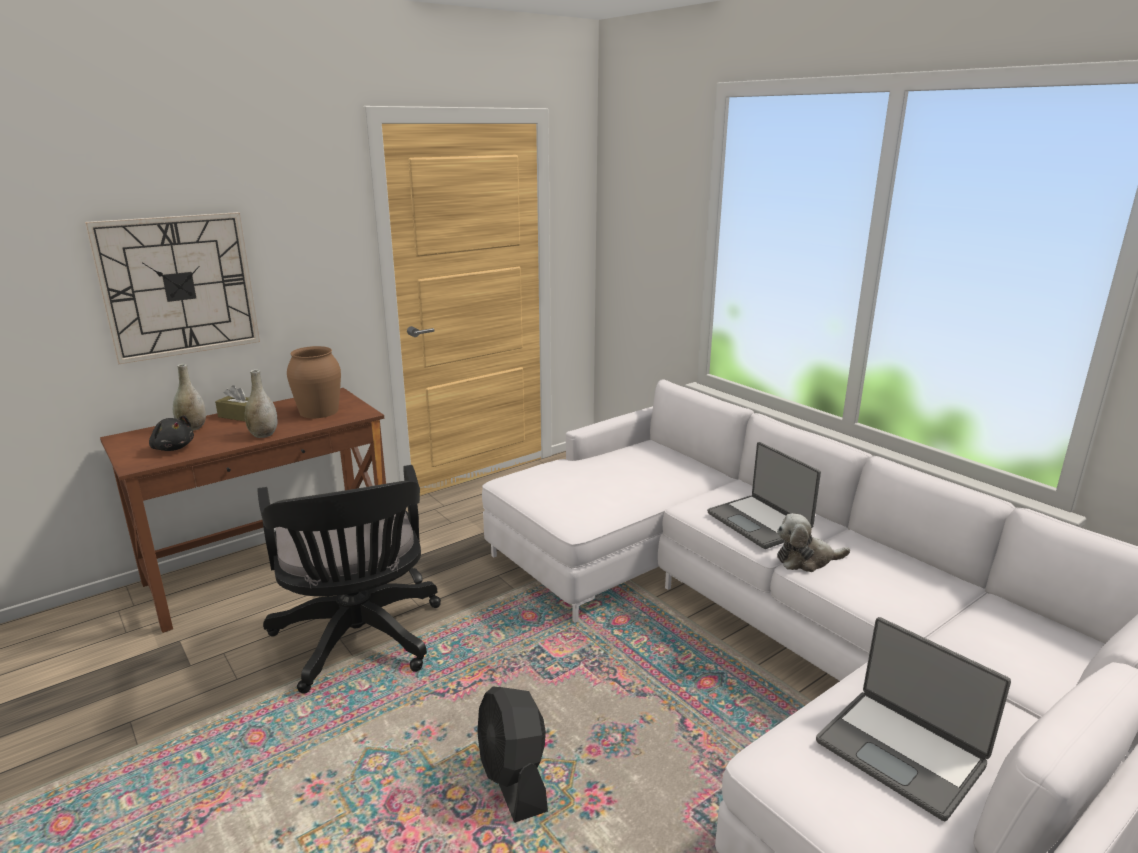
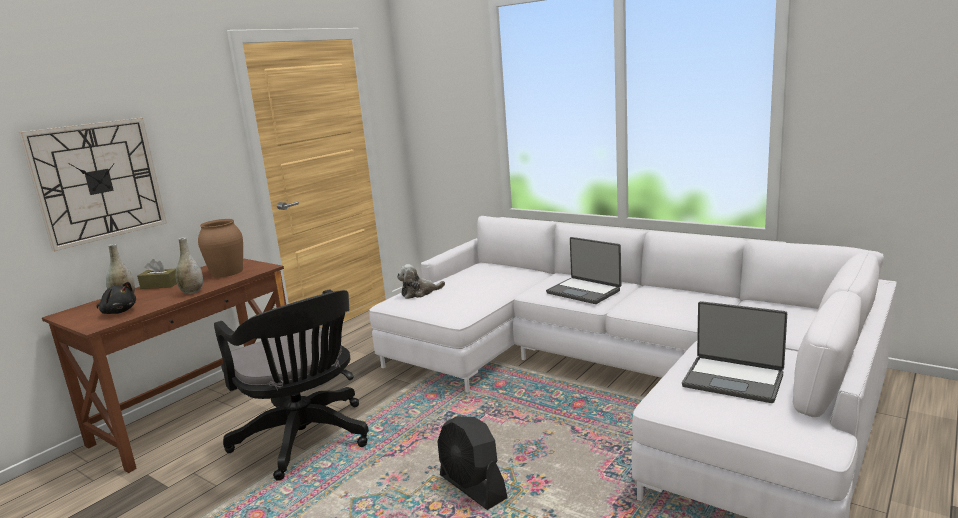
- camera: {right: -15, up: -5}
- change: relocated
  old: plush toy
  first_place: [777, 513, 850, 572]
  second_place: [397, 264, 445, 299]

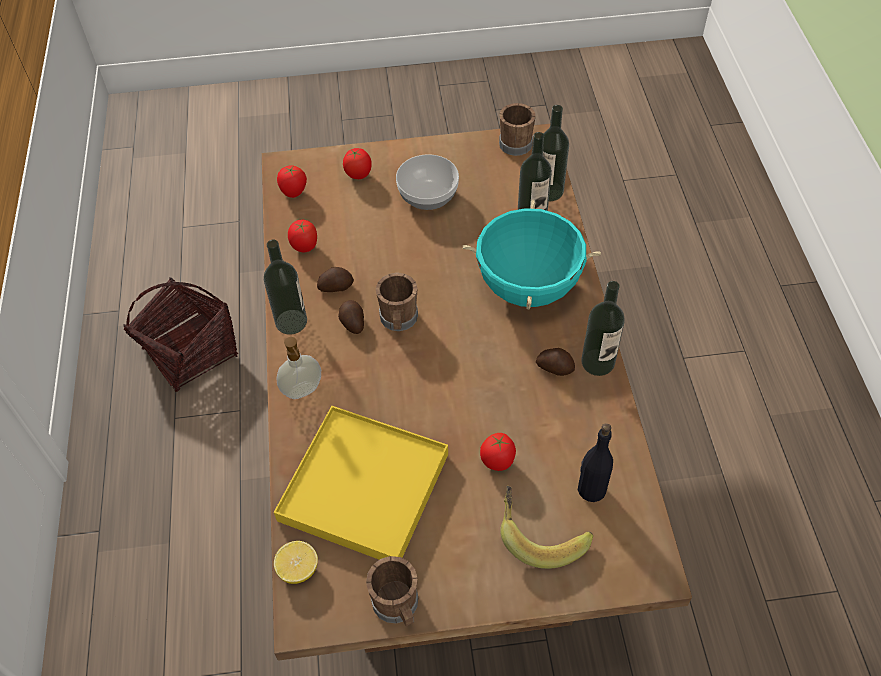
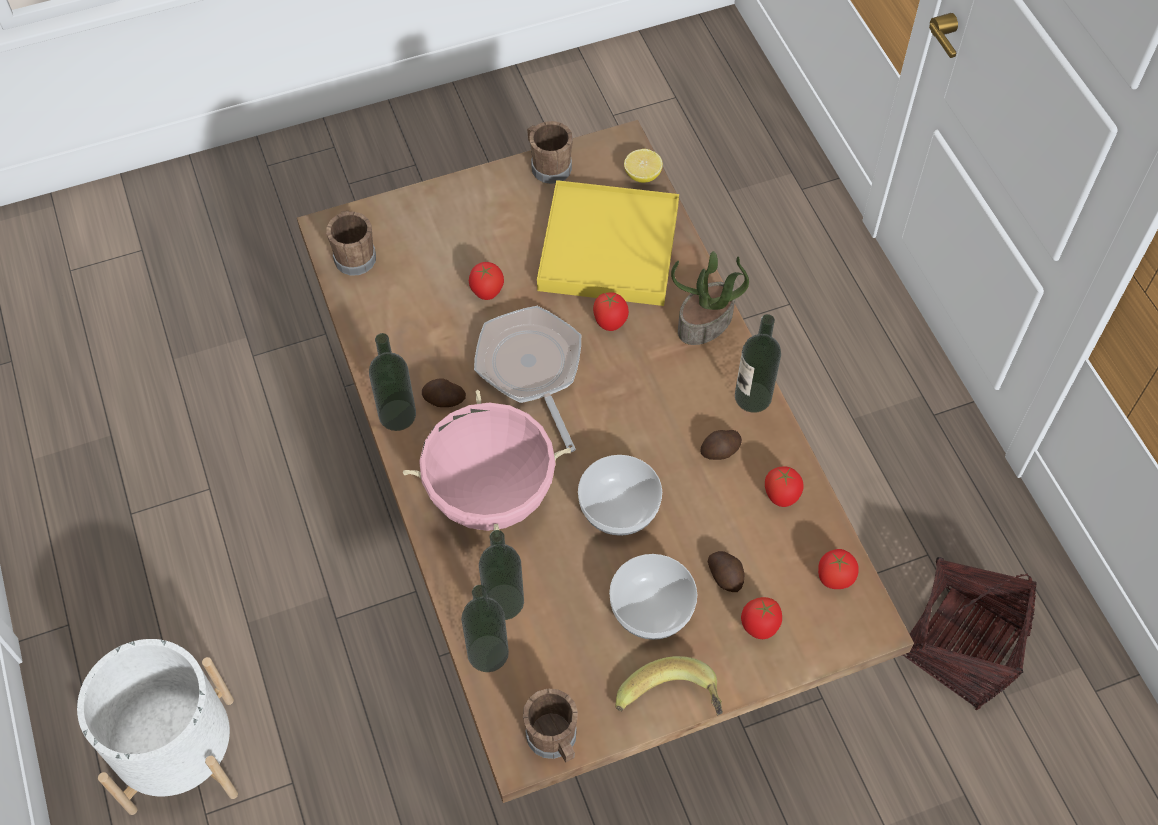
- camera: {right: 165, up: 5}
- change: missing
  old: bottle (black)
  first_place: [578, 423, 613, 502]
- change: appeared
  new: planter (white)
  second_place: [77, 639, 238, 815]
- change: appeared
  new: frying pan
  second_place: [474, 306, 581, 452]
- change: appeared
  new: bowl
  second_place: [578, 455, 662, 536]
- change: appeared
  new: tomato
  second_place: [593, 292, 629, 331]
- change: relocated
  old: potato
  first_place: [338, 300, 364, 334]
  second_place: [708, 551, 745, 592]
- change: relocated
  old: mug (brown)
  first_place: [376, 273, 418, 331]
  second_place: [326, 210, 376, 276]
- change: relocated
  old: banana
  first_place: [500, 486, 593, 569]
  second_place: [616, 656, 723, 716]
- change: exchanged
  old: soap dispenser
  new: potted plant
  first_place: [276, 337, 321, 399]
  second_place: [671, 251, 749, 345]
- change: colour
  old: cooking pot (turquoise)
  new: cooking pot (pink)
  first_place: [463, 200, 601, 310]
  second_place: [403, 390, 571, 531]

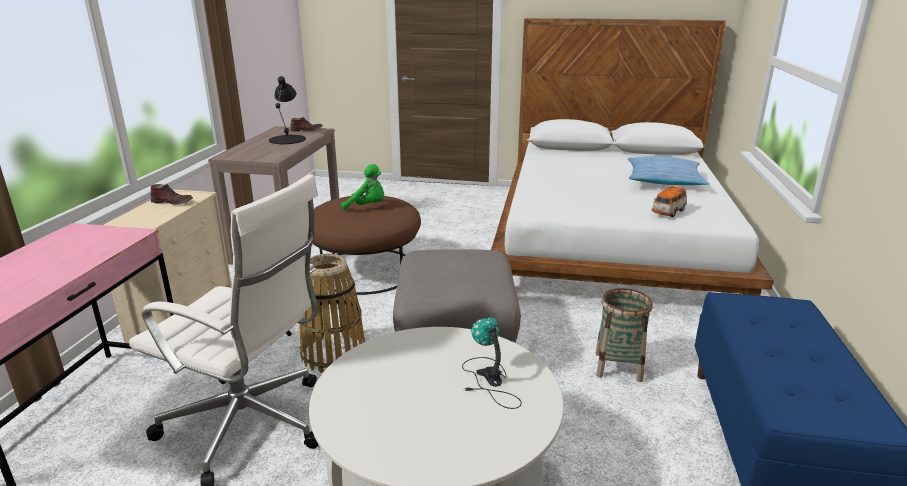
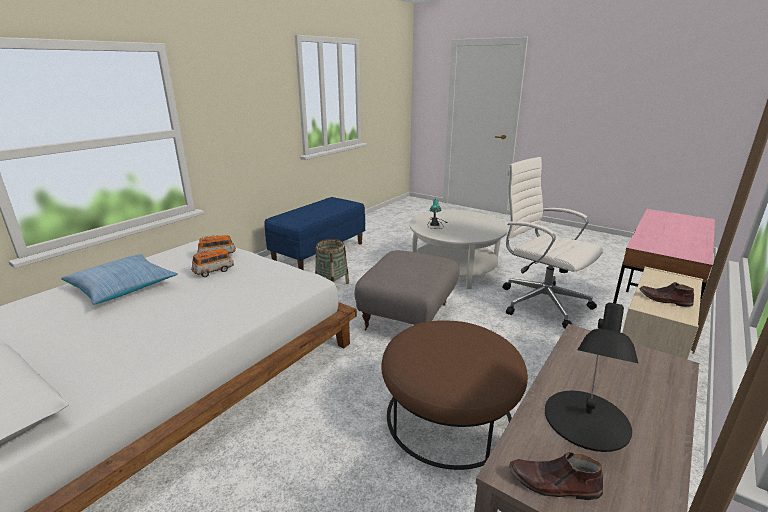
- camera: {right: -155, up: 0}
- change: missing
  old: basket
  first_place: [299, 254, 366, 373]
- change: missing
  old: plush toy (green)
  first_place: [341, 164, 384, 210]
- change: appeared
  new: toy car
  second_place: [191, 249, 234, 277]

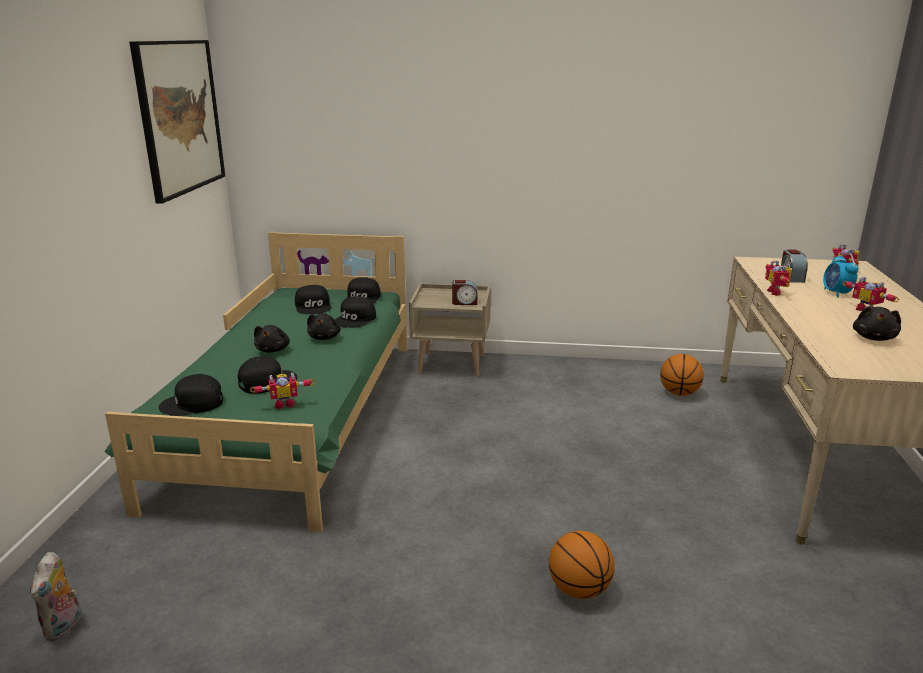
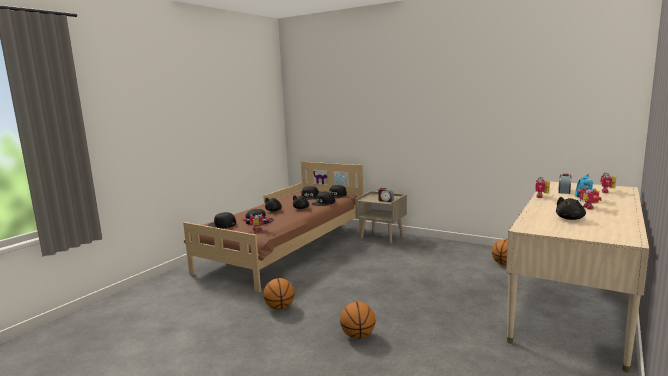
- camera: {right: 25, up: -10}
- change: missing
  old: plush toy
  first_place: [30, 552, 81, 641]
- change: missing
  old: picture
  first_place: [129, 40, 225, 204]
- change: appeared
  new: basketball
  second_place: [264, 278, 295, 310]
- change: colour
  old: bed (green)
  new: bed (brown)
  first_place: [104, 232, 407, 532]
  second_place: [183, 161, 363, 292]

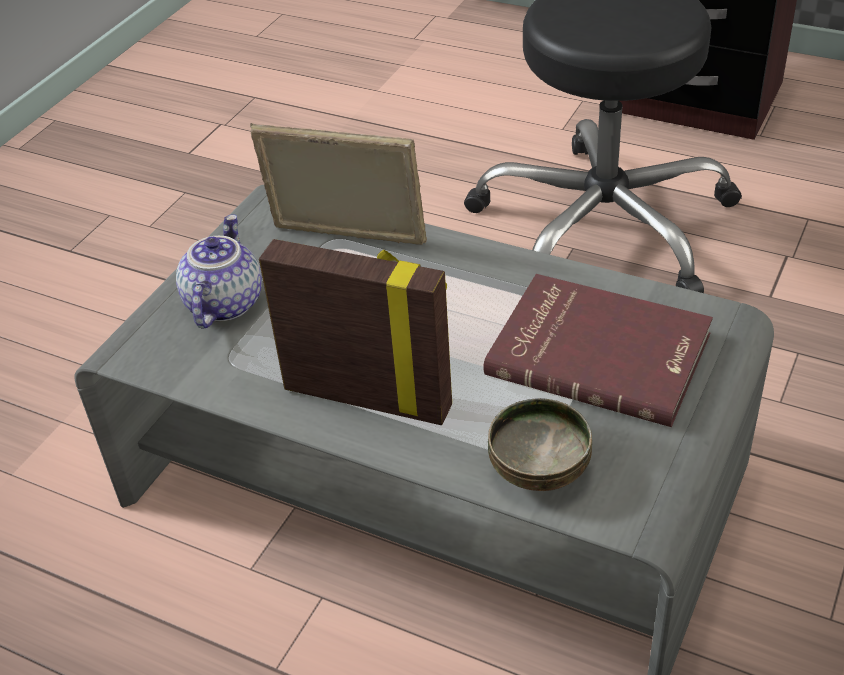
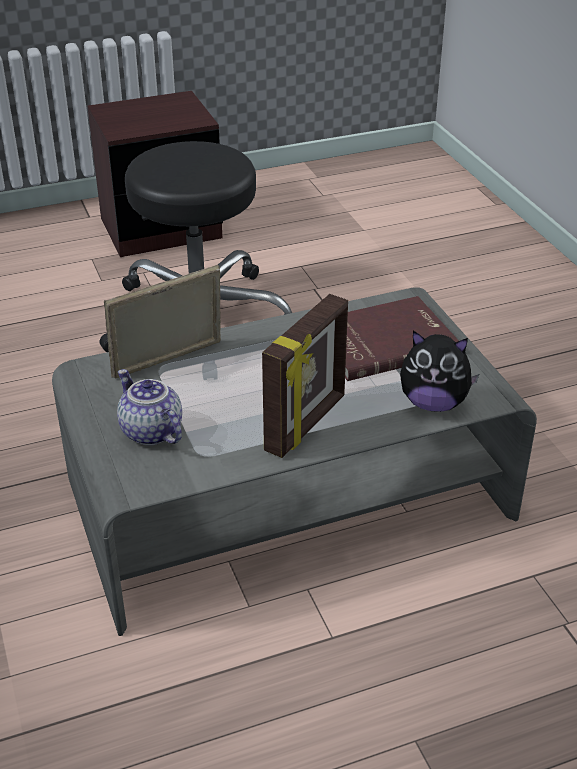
- camera: {right: -50, up: -5}
- change: exchanged
  old: bowl
  new: plush toy
  first_place: [488, 398, 592, 491]
  second_place: [400, 331, 480, 412]
- change: spun
  old: picture frame
  first_place: [259, 239, 452, 425]
  second_place: [262, 294, 348, 458]
  degrees: 150

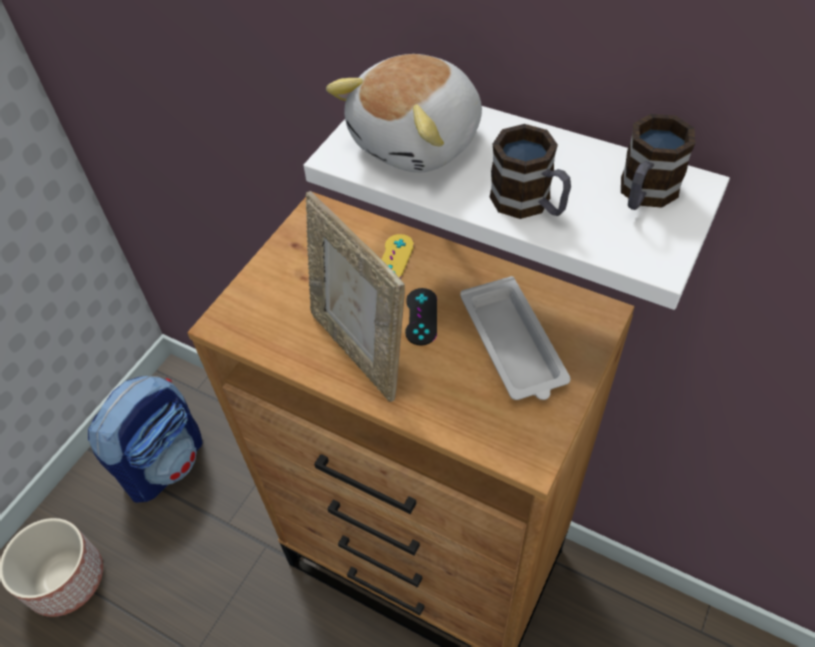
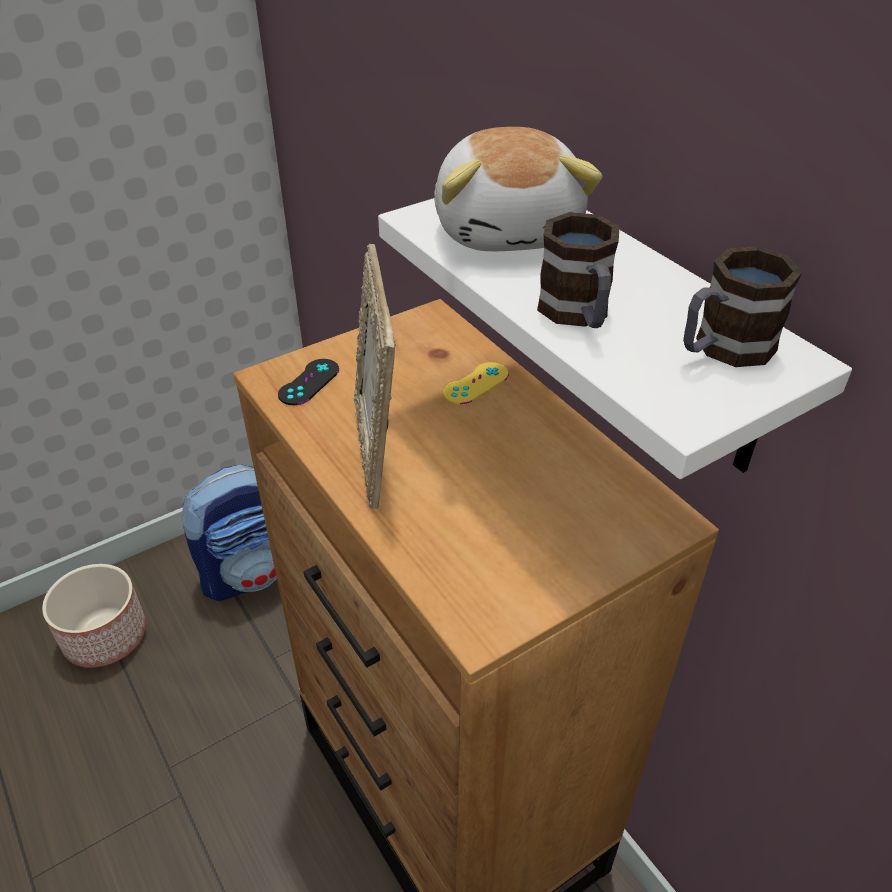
- camera: {right: 25, up: -10}
- change: missing
  old: tray (white)
  first_place: [460, 276, 571, 400]
- change: relocated
  old: game controller (black)
  first_place: [405, 288, 437, 346]
  second_place: [278, 359, 339, 405]
- change: spun
  old: plush toy
  first_place: [326, 54, 482, 172]
  second_place: [434, 127, 603, 251]
  degrees: -75

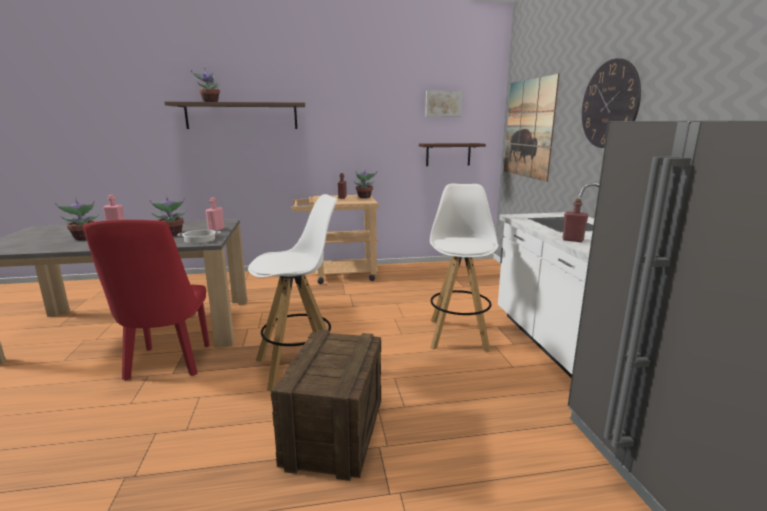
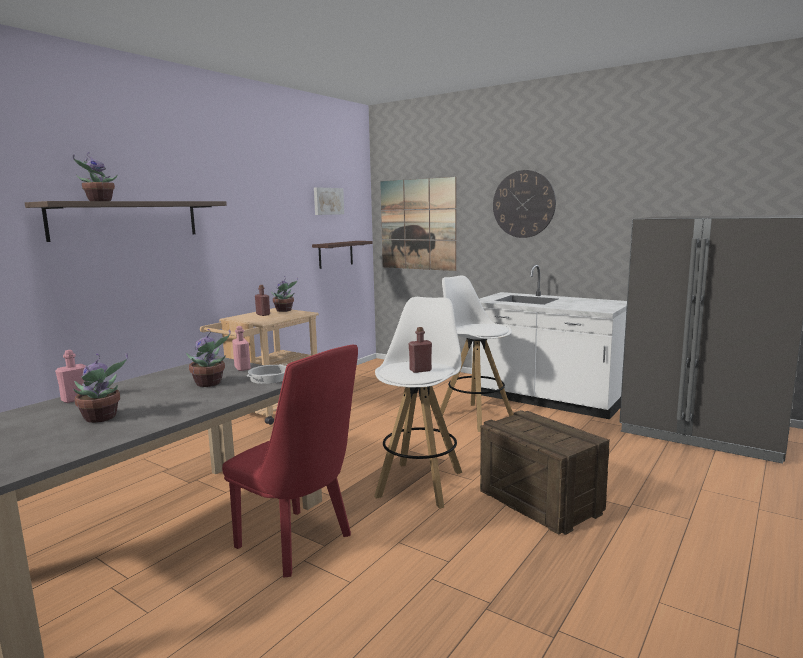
- camera: {right: -45, up: -5}
- change: relocated
  old: bottle (red)
  first_place: [562, 199, 589, 242]
  second_place: [409, 327, 432, 373]

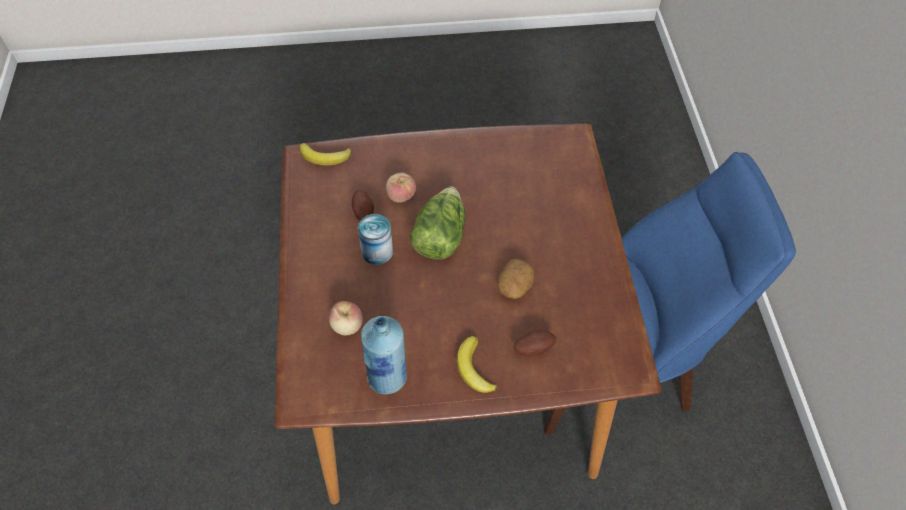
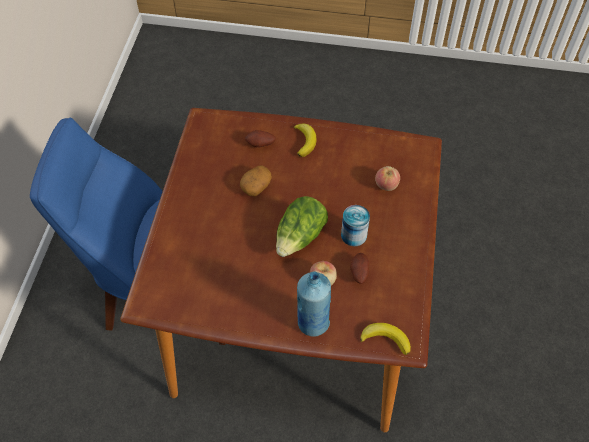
- camera: {right: -165, up: 0}
- change: relocated
  old: bottle (blue)
  first_place: [361, 316, 407, 394]
  second_place: [297, 271, 331, 337]

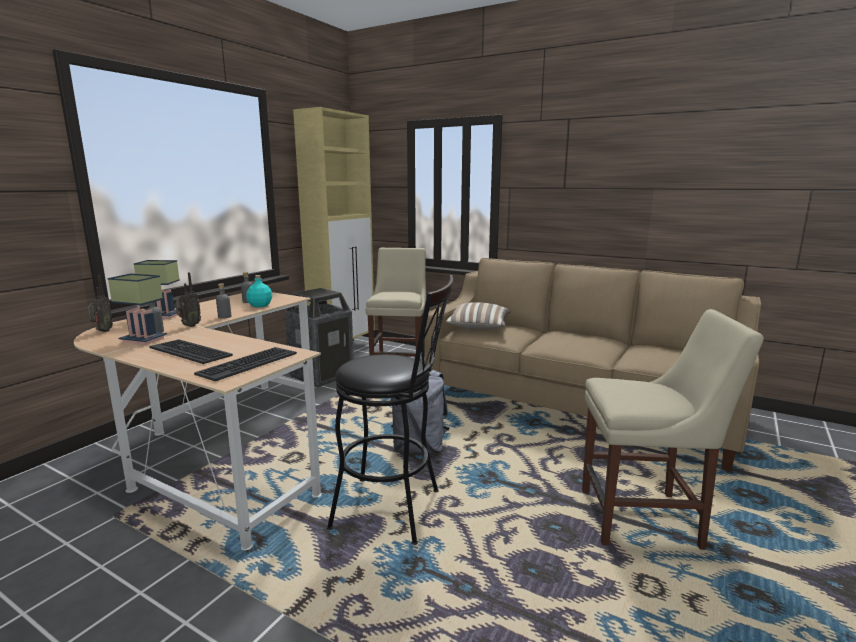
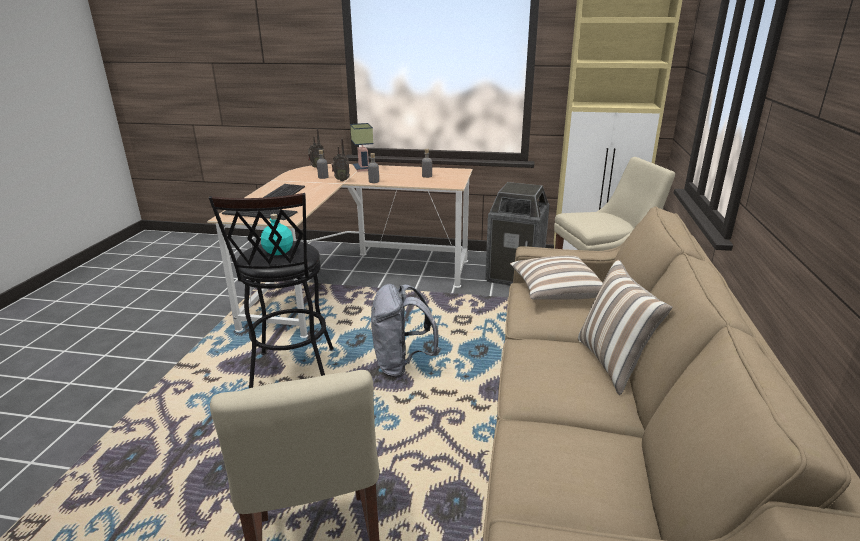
- camera: {right: 70, up: 10}
- change: missing
  old: table lamp
  first_place: [108, 274, 167, 345]
- change: appeared
  new: pillow
  second_place: [578, 260, 672, 395]
- change: relocated
  old: bottle (turquoise)
  first_place: [246, 275, 272, 307]
  second_place: [261, 214, 293, 255]

